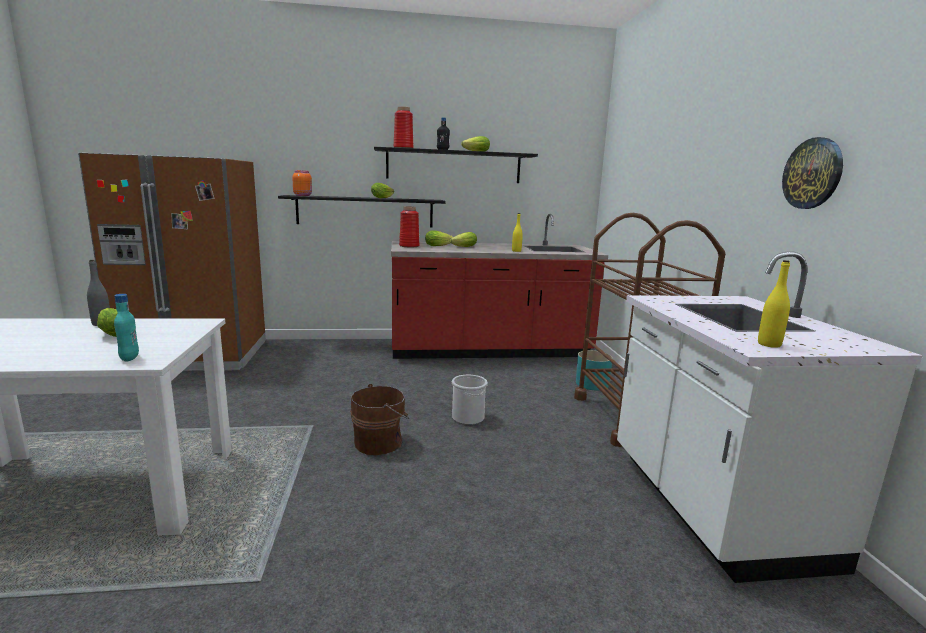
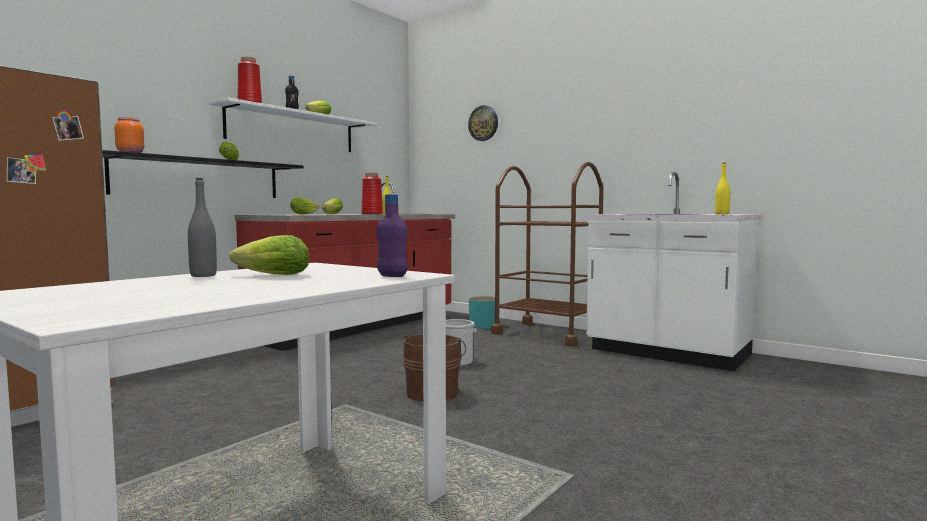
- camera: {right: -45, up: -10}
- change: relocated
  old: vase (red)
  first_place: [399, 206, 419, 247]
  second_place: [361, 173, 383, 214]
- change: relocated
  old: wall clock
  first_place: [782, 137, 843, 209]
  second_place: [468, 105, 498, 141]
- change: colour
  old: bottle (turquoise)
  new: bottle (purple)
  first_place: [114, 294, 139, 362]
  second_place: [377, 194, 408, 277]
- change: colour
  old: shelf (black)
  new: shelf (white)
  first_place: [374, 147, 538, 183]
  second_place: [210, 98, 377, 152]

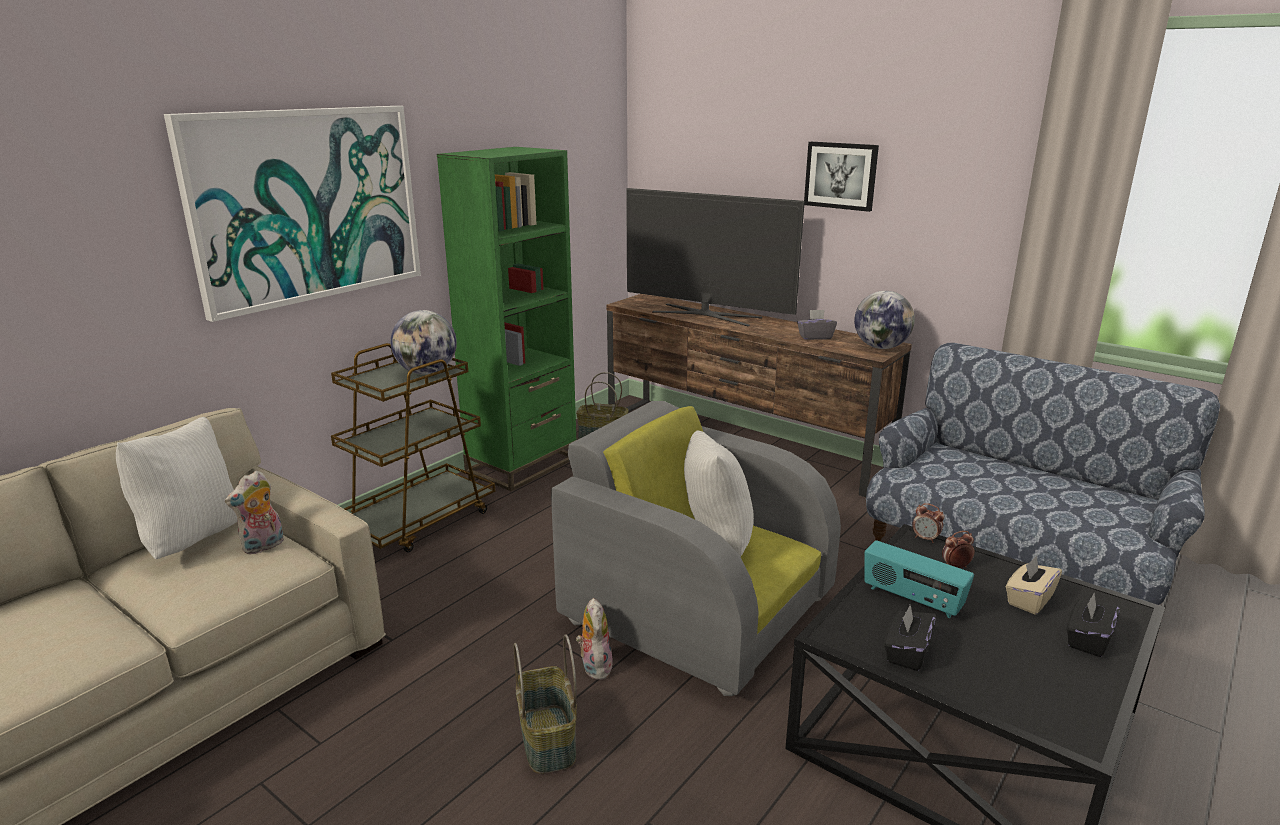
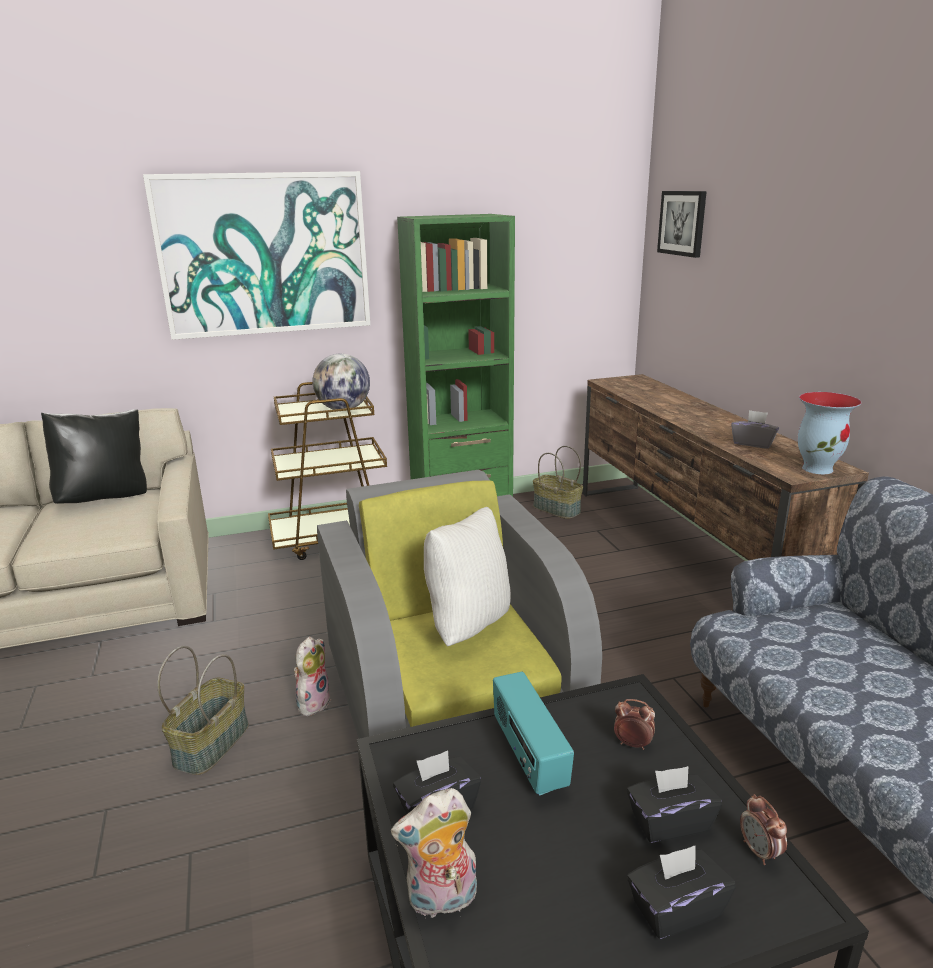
- camera: {right: 35, up: 0}
- change: missing
  old: television
  first_place: [626, 188, 805, 326]
- change: relocated
  old: plush toy
  first_place: [225, 470, 284, 554]
  second_place: [391, 788, 477, 918]
- change: relocated
  old: picture
  first_place: [804, 142, 879, 212]
  second_place: [657, 191, 707, 258]
- change: relocated
  old: alarm clock
  first_place: [912, 503, 944, 543]
  second_place: [740, 794, 787, 865]
- change: exchanged
  old: globe
  new: vase
  first_place: [854, 291, 915, 349]
  second_place: [798, 392, 862, 474]
- change: colour
  old: pillow (white)
  new: pillow (black)
  first_place: [116, 417, 238, 559]
  second_place: [41, 409, 147, 504]
- change: colour
  old: tissue box (beige)
  new: tissue box (black)
  first_place: [1006, 556, 1062, 615]
  second_place: [627, 766, 722, 843]

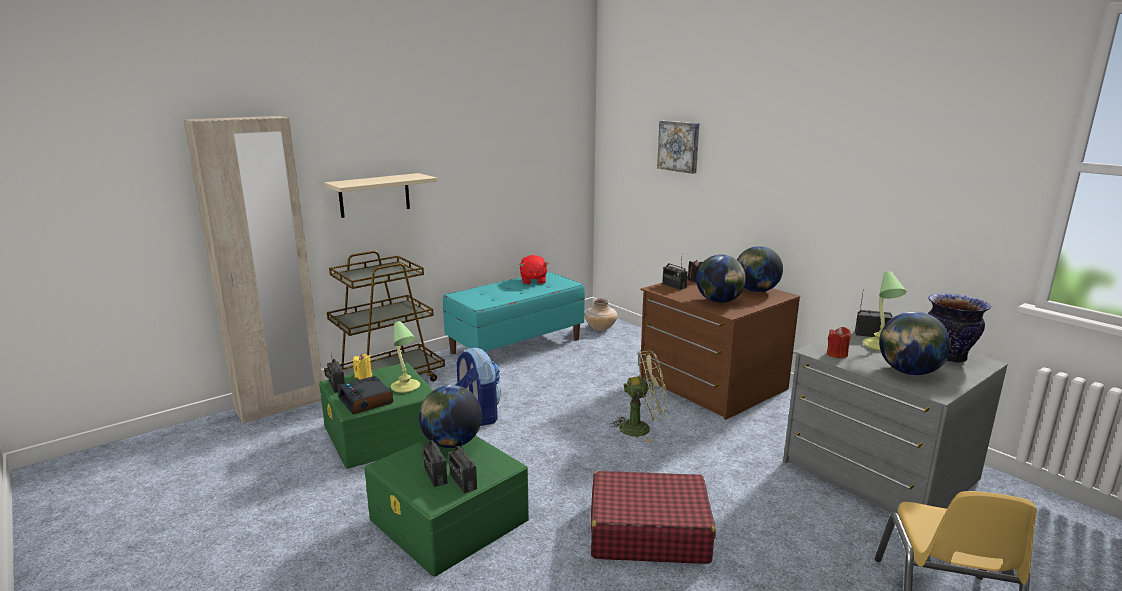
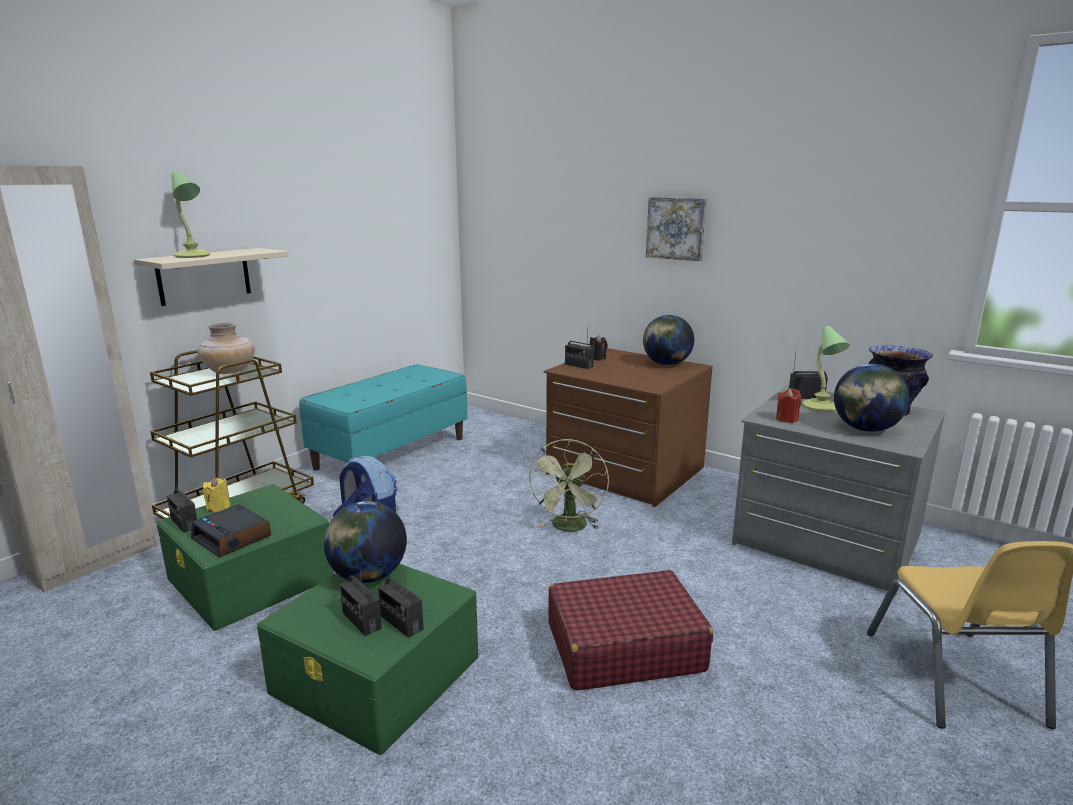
- camera: {right: -15, up: 0}
- change: missing
  old: plush toy (red)
  first_place: [519, 255, 549, 284]
- change: missing
  old: globe
  first_place: [696, 255, 746, 303]
- change: relocated
  old: table lamp
  first_place: [391, 321, 420, 393]
  second_place: [171, 171, 211, 258]
- change: relocated
  old: vase (beige)
  first_place: [585, 298, 617, 331]
  second_place: [197, 322, 255, 374]
- change: relocated
  old: picture
  first_place: [657, 121, 700, 174]
  second_place: [646, 197, 707, 261]
- change: spun
  old: fan (green)
  first_place: [609, 351, 667, 443]
  second_place: [528, 439, 609, 532]
  degrees: 120

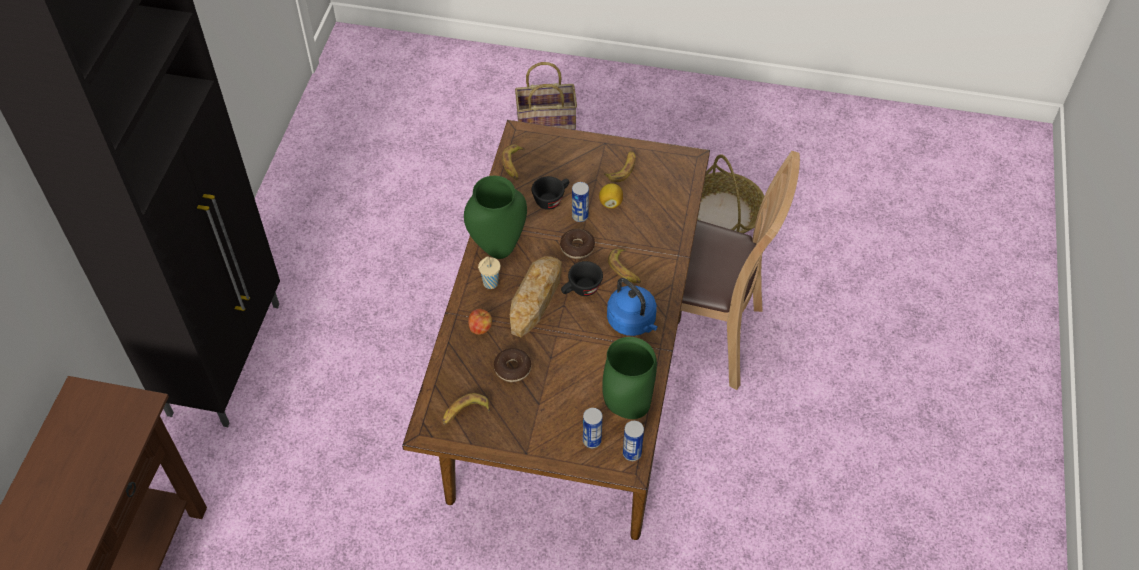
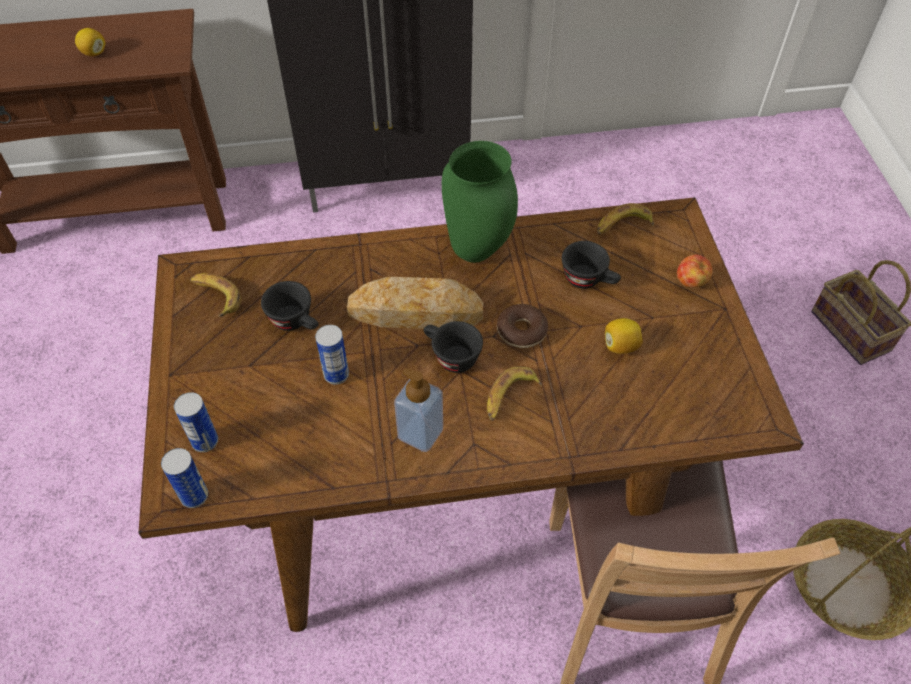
- camera: {right: 70, up: 0}
- change: missing
  old: cup (beige)
  first_place: [478, 256, 500, 289]
- change: missing
  old: vase (green)
  first_place: [602, 337, 657, 419]
- change: missing
  old: banana
  first_place: [604, 151, 635, 182]
- change: appeared
  new: lemon
  second_place: [75, 28, 105, 56]
- change: relocated
  old: apple
  first_place: [468, 309, 492, 335]
  second_place: [677, 255, 713, 287]
- change: relocated
  old: can
  first_place: [572, 182, 589, 222]
  second_place: [315, 325, 349, 385]
- change: exchanged
  old: donut
  new: cup (black)
  first_place: [494, 348, 531, 382]
  second_place: [261, 281, 319, 331]
- change: exchanged
  old: kettle (blue)
  new: soap dispenser
  first_place: [607, 278, 658, 336]
  second_place: [394, 368, 443, 452]

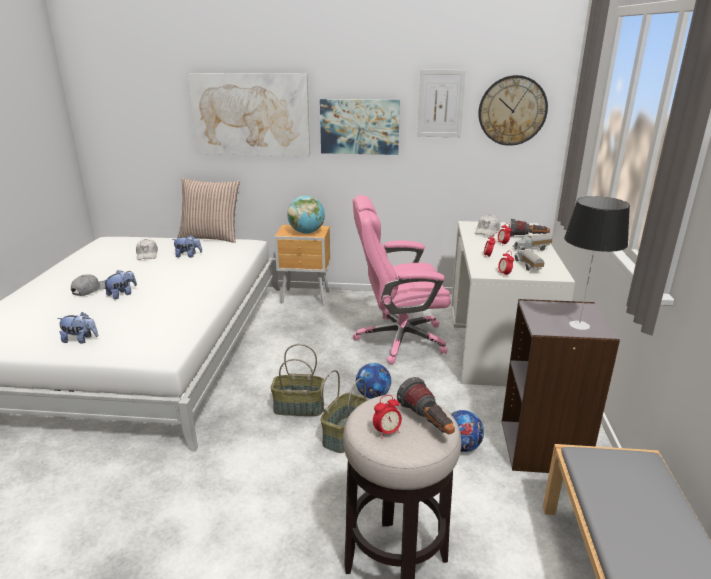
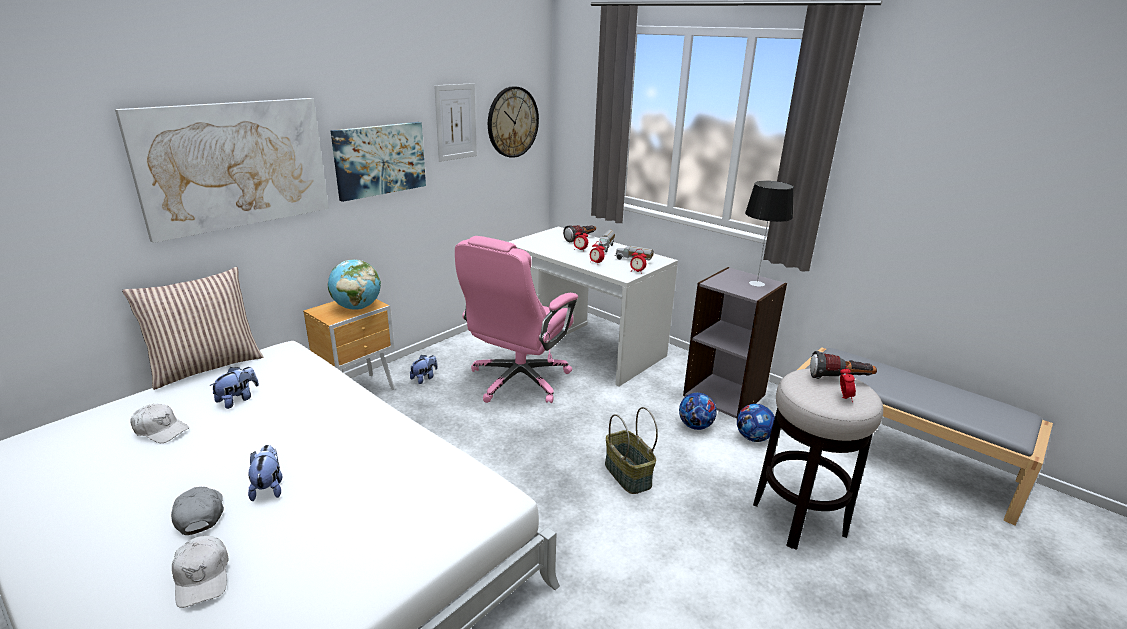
- camera: {right: -55, up: 0}
- change: missing
  old: basket
  first_place: [271, 344, 324, 416]
- change: relocated
  old: plush toy
  first_place: [57, 312, 98, 343]
  second_place: [410, 355, 438, 384]
- change: relocated
  old: football
  first_place: [356, 363, 391, 399]
  second_place: [737, 404, 775, 442]
- change: relocated
  old: cap (white)
  first_place: [475, 215, 500, 237]
  second_place: [172, 536, 228, 608]

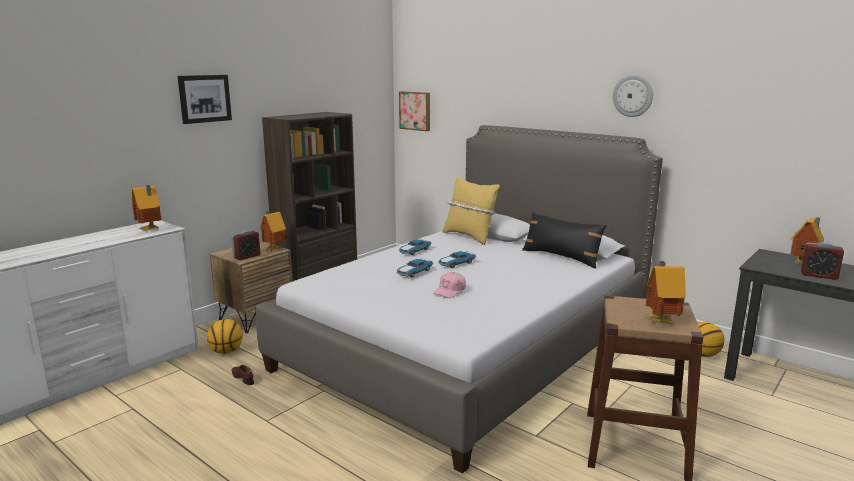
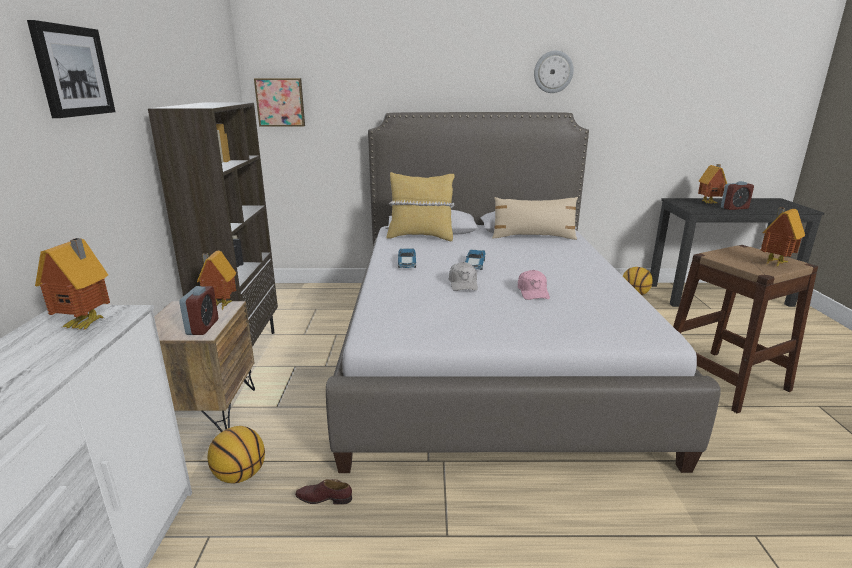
- camera: {right: -40, up: 5}
- change: exchanged
  old: toy car
  new: cap (white)
  first_place: [396, 259, 433, 278]
  second_place: [449, 262, 478, 291]
- change: colour
  old: pillow (black)
  new: pillow (beige)
  first_place: [522, 212, 607, 268]
  second_place: [492, 197, 578, 240]

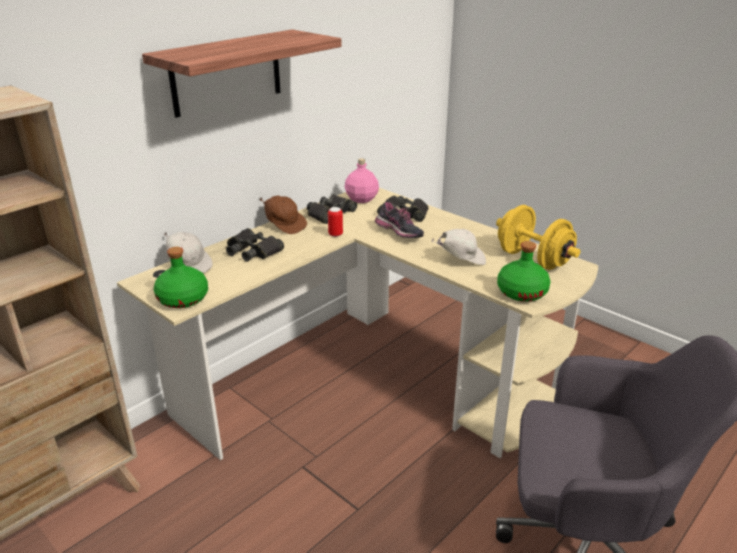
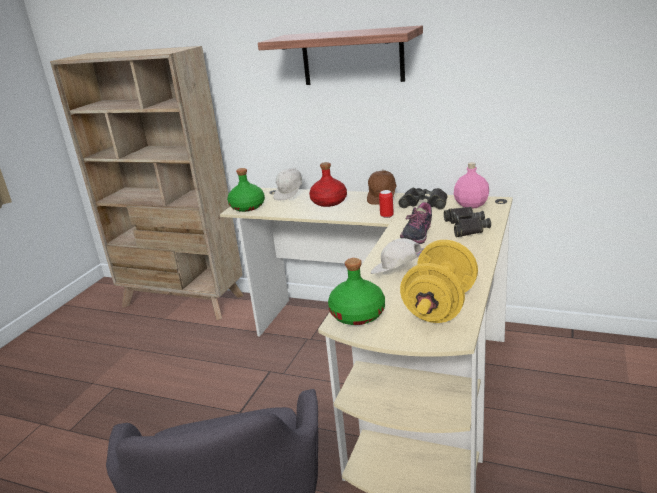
- camera: {right: 70, up: -5}
- change: exchanged
  old: binoculars (black)
  new: bottle (red)
  first_place: [226, 228, 284, 262]
  second_place: [309, 162, 347, 207]
- change: spun
  old: cap (white)
  first_place: [431, 229, 486, 265]
  second_place: [371, 238, 424, 274]
  degrees: 135

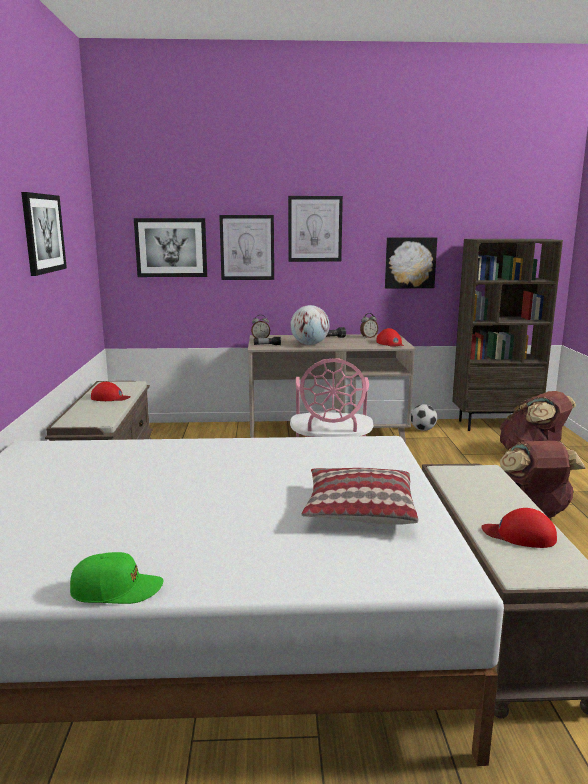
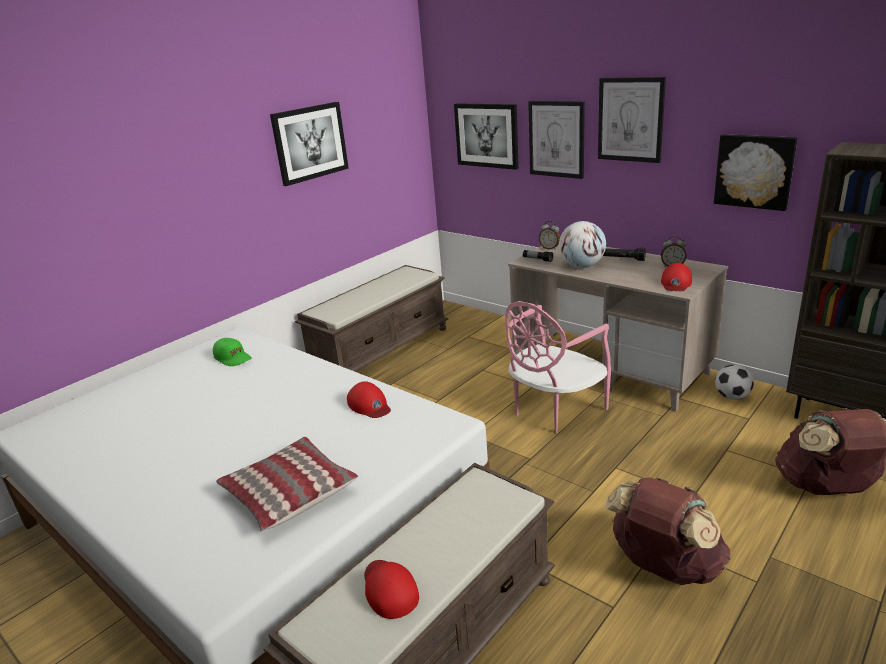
- camera: {right: 45, up: 10}
- change: relocated
  old: cap (green)
  first_place: [70, 552, 163, 604]
  second_place: [213, 338, 252, 366]
- change: relocated
  old: cap (red)
  first_place: [91, 382, 131, 401]
  second_place: [347, 381, 391, 418]

